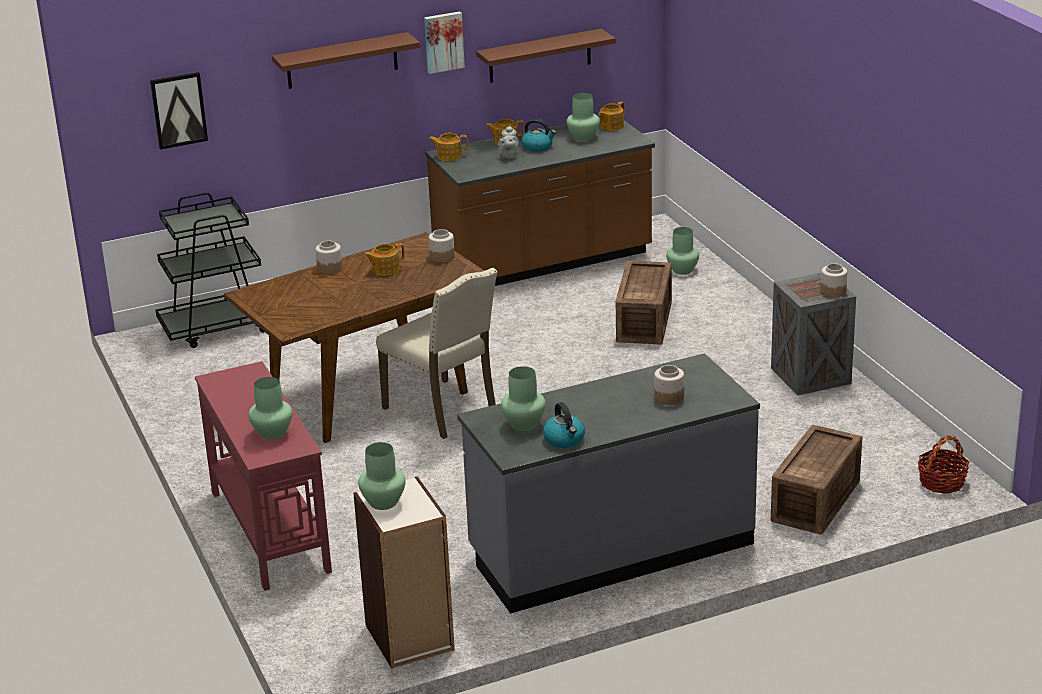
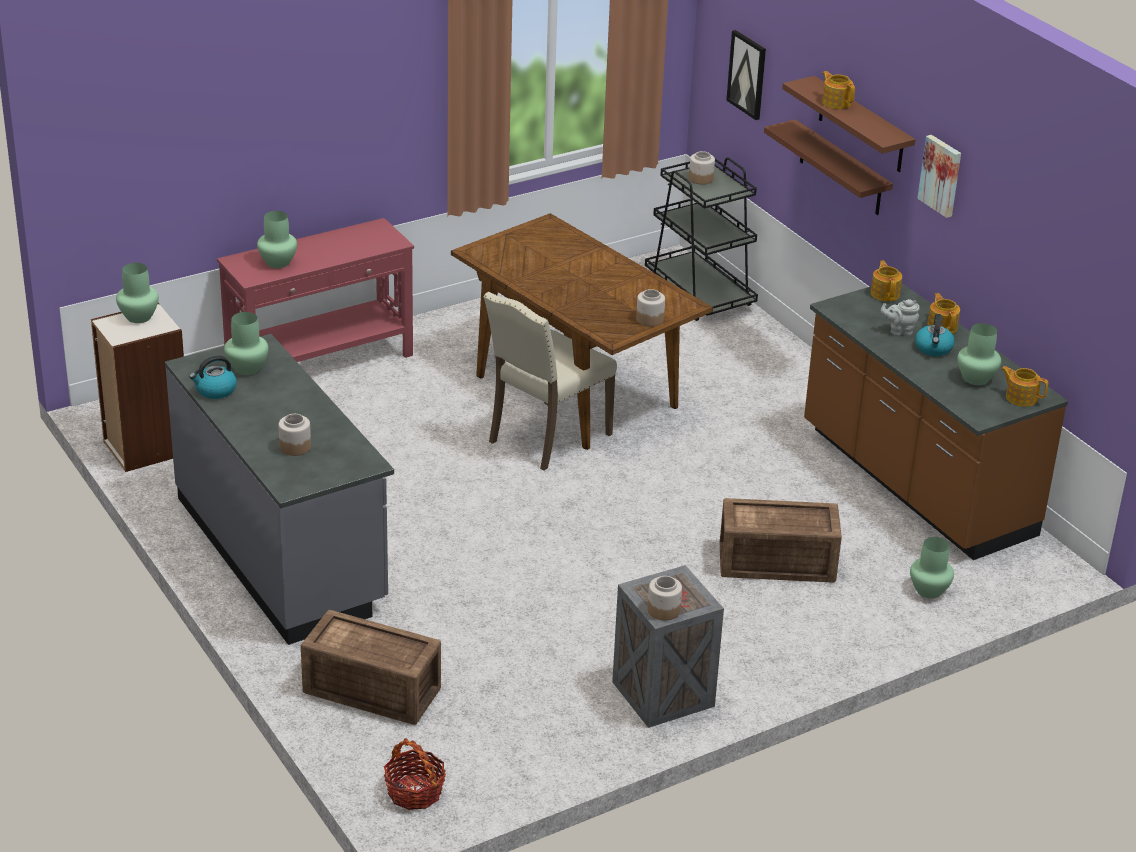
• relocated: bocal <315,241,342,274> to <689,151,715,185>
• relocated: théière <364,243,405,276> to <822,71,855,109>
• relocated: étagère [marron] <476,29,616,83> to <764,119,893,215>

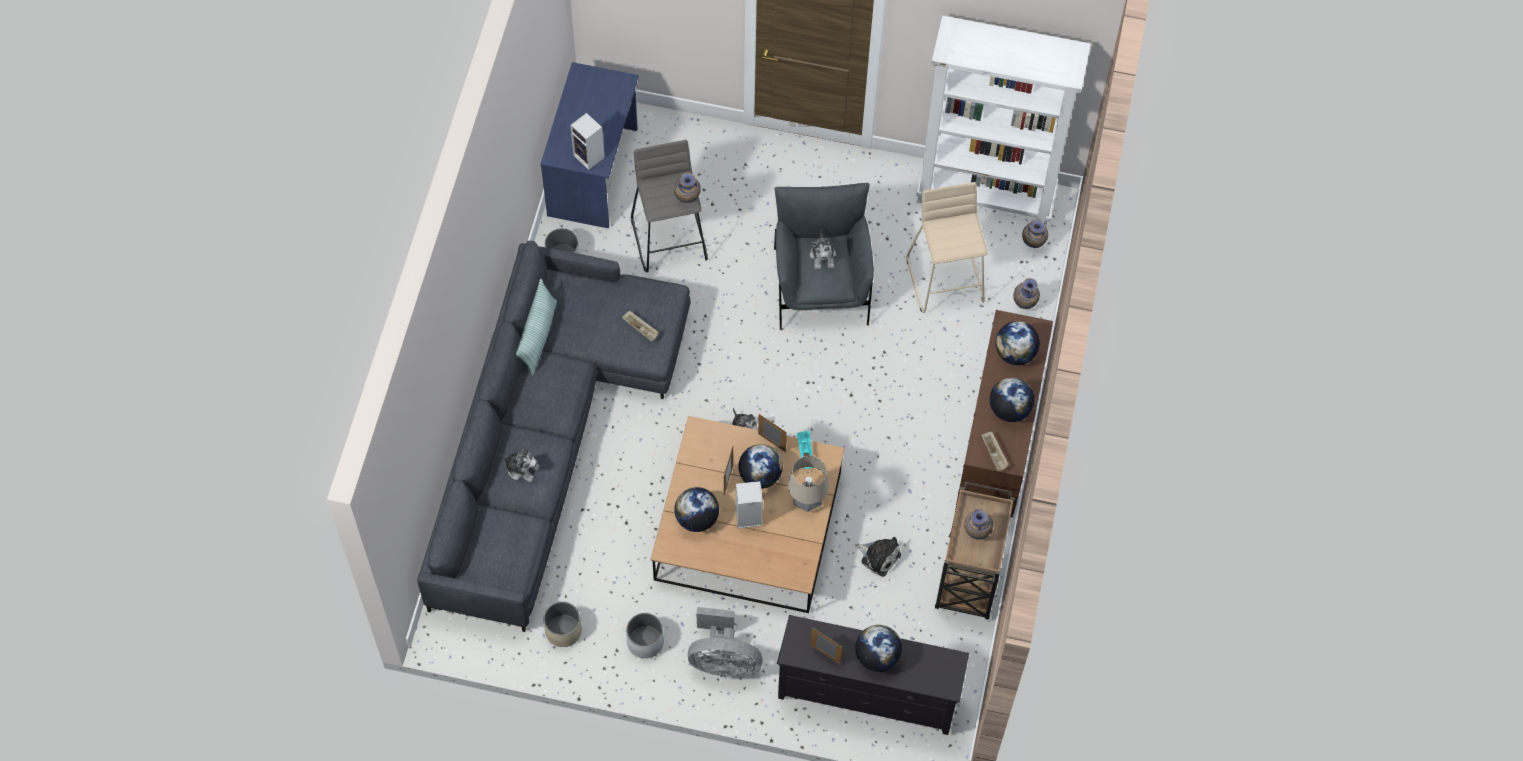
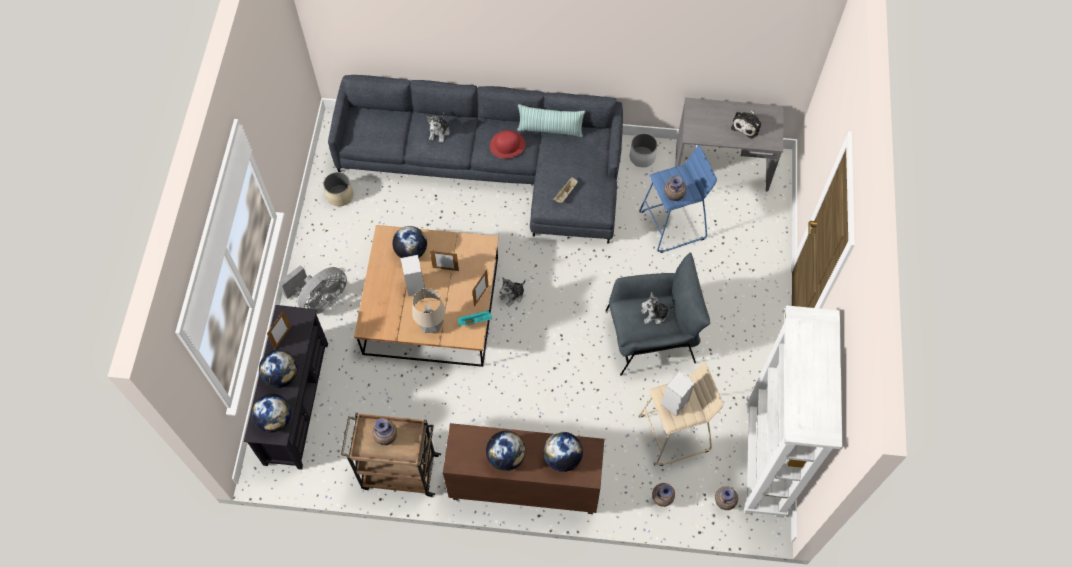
• colour: bureau [bleu] <540,62,639,228> to bureau [gris] <675,97,784,192>
• relocated: enceinte <570,113,605,170> to <661,371,695,416>
• missing: cache-pot [blanc] <626,613,664,658>
• colour: tabouret [gris] <631,140,708,272> to tabouret [bleu] <639,145,717,253>
• spun: ventilateur [gris] <688,607,763,677> = <279,265,347,314> 135 degrees counterclockwise
• relocated: globe <738,444,783,489> to <252,394,291,432>
• relocated: peluche <855,537,901,577> to <731,110,761,138>
• missing: plateau [beige] <982,431,1009,471>
• appeared: chapeau [rouge] <490,130,525,159>

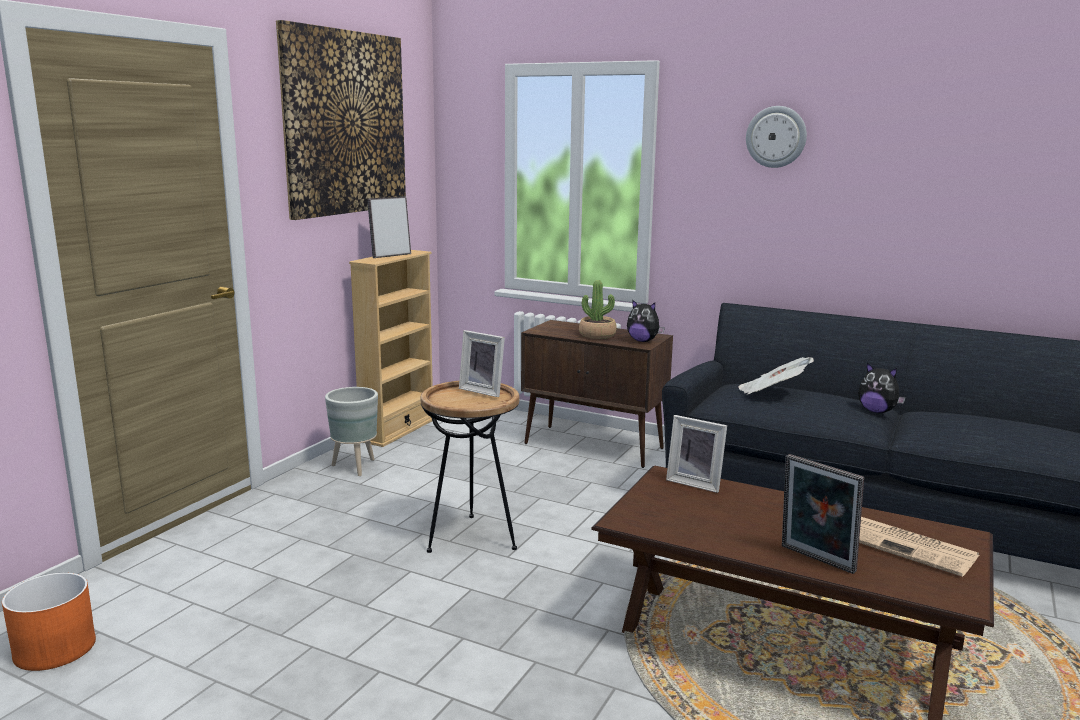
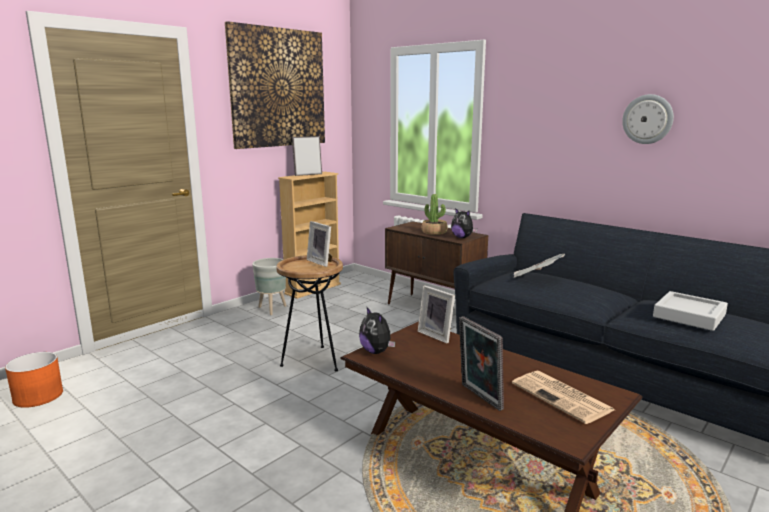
• relocated: horloge murale <746,106,807,168> to <622,94,674,144>
• relocated: peluche <858,363,906,413> to <359,306,395,354>
• appeared: plateau [gris] <653,291,728,331>

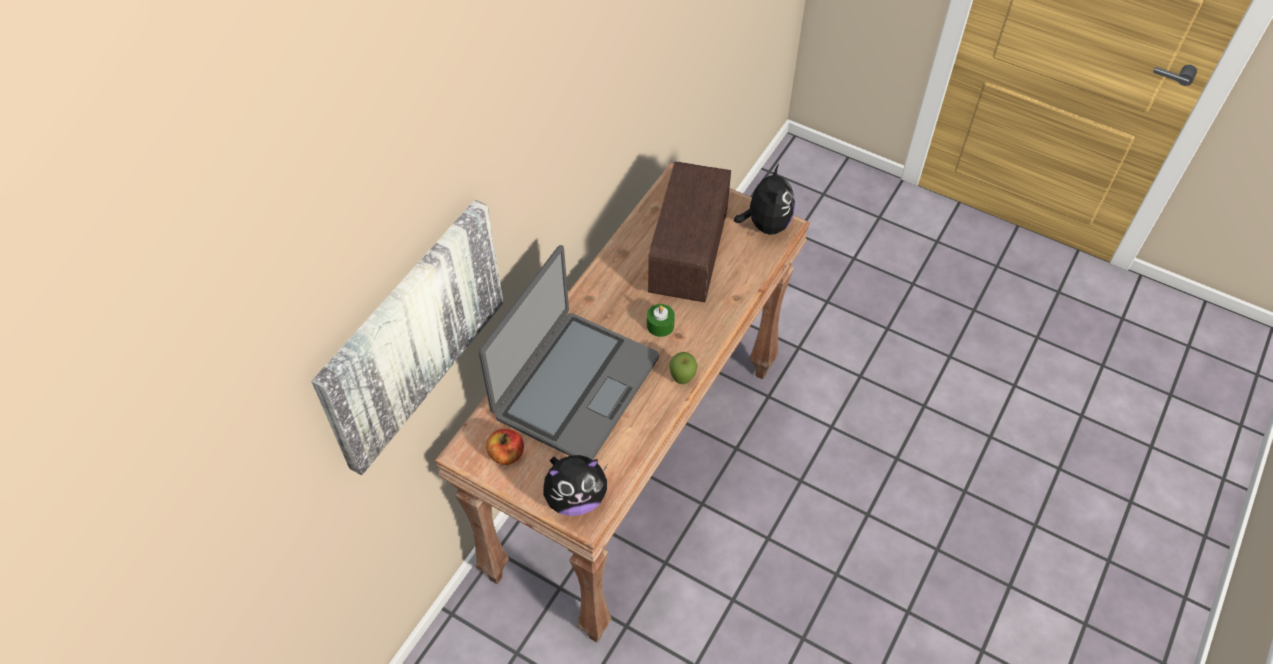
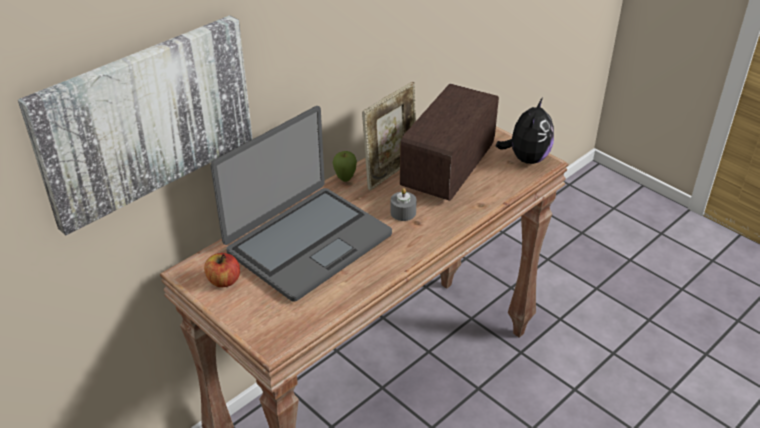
• missing: peluche <543,455,607,516>
• colour: bougie [vert] <647,304,675,337> to bougie [gris] <390,188,417,221>
• relocated: pomme <669,352,698,384> to <333,151,357,182>
• appeared: cadre photo <362,82,416,190>

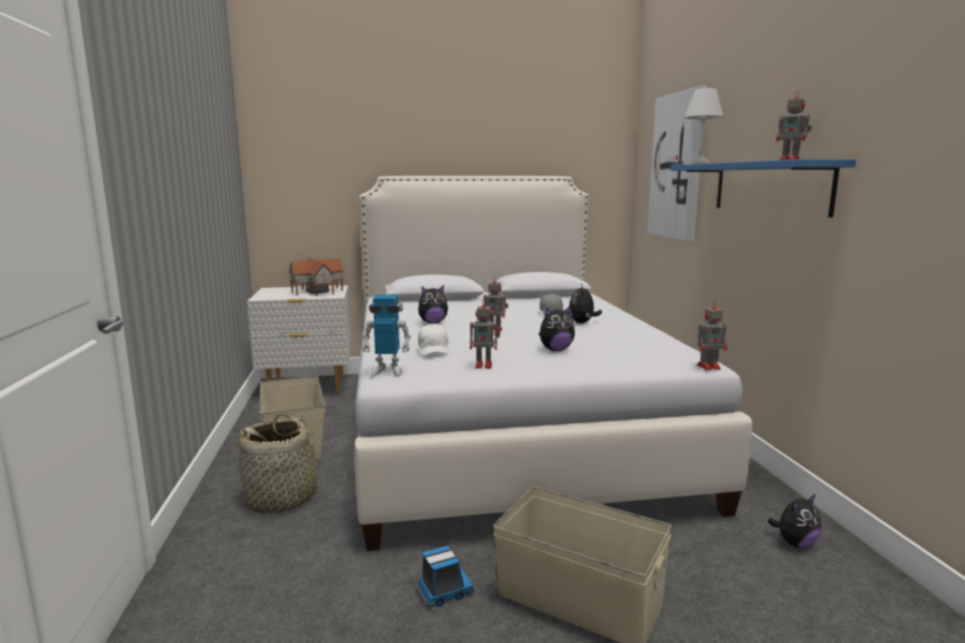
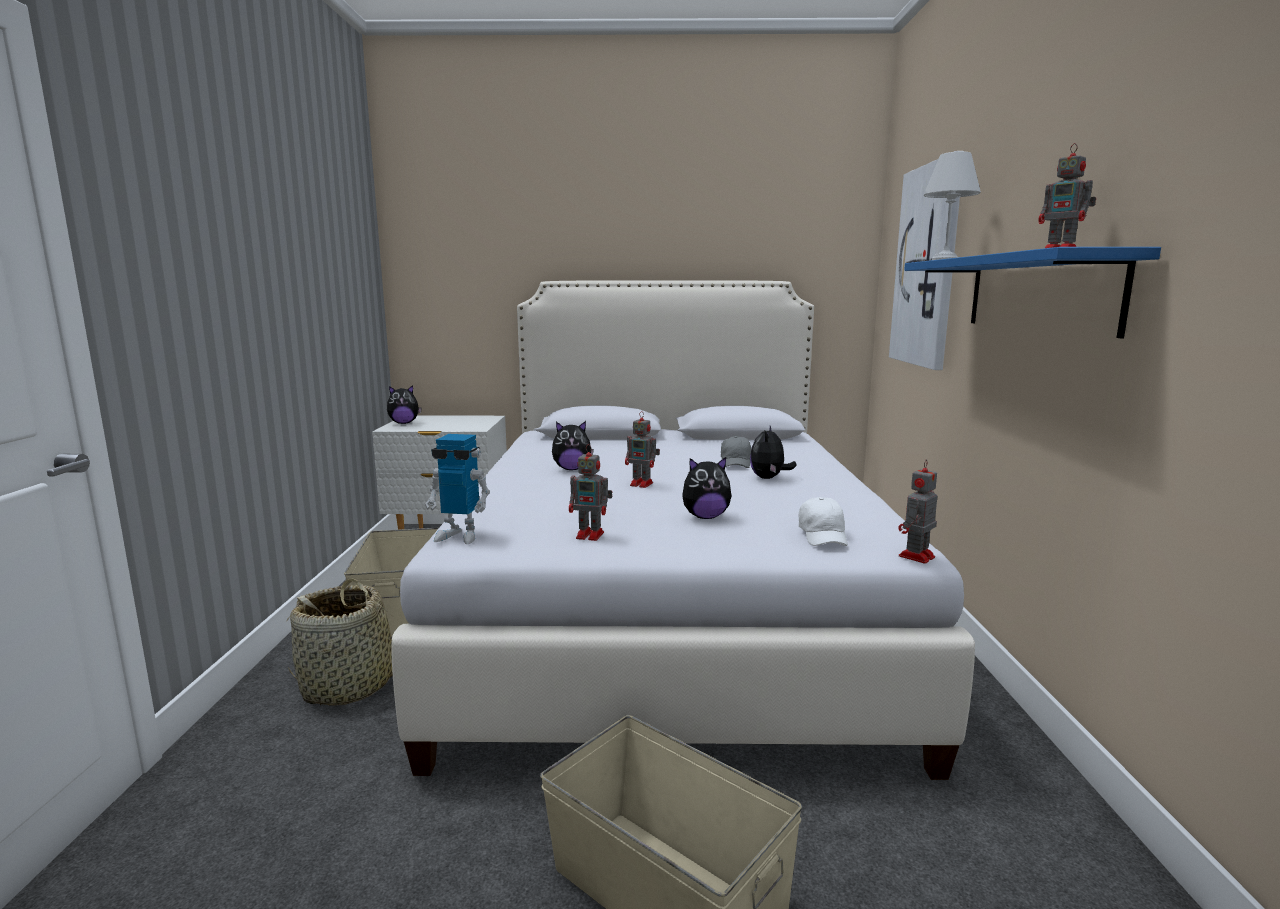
• missing: maison miniature <288,257,344,296>
• missing: camion jouet <416,546,475,607>
• relocated: casquette [blanc] <418,324,449,356> to <799,497,848,546>
• spun: robot jouet <697,300,728,370> = <898,459,937,564> 135 degrees clockwise
• relocated: peluche <768,495,821,548> to <387,385,422,424>

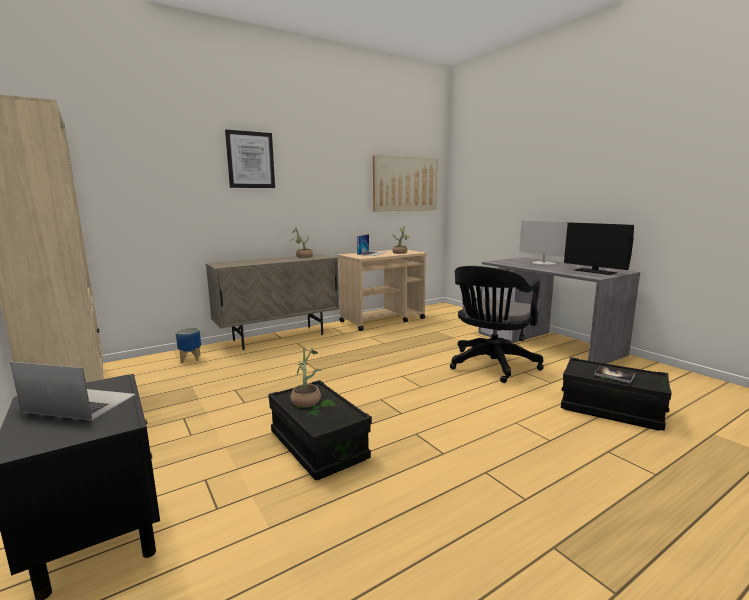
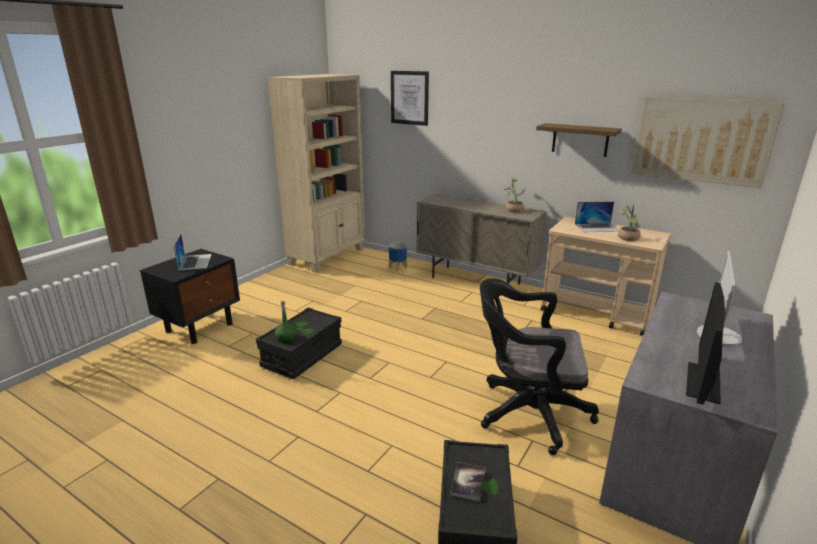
• relocated: tableau <225,130,275,188> to <391,71,429,126>
• missing: plante en pot <290,347,322,407>
• appeared: bouteille [vert] <275,301,297,342>
• appeared: étagère <536,123,622,157>

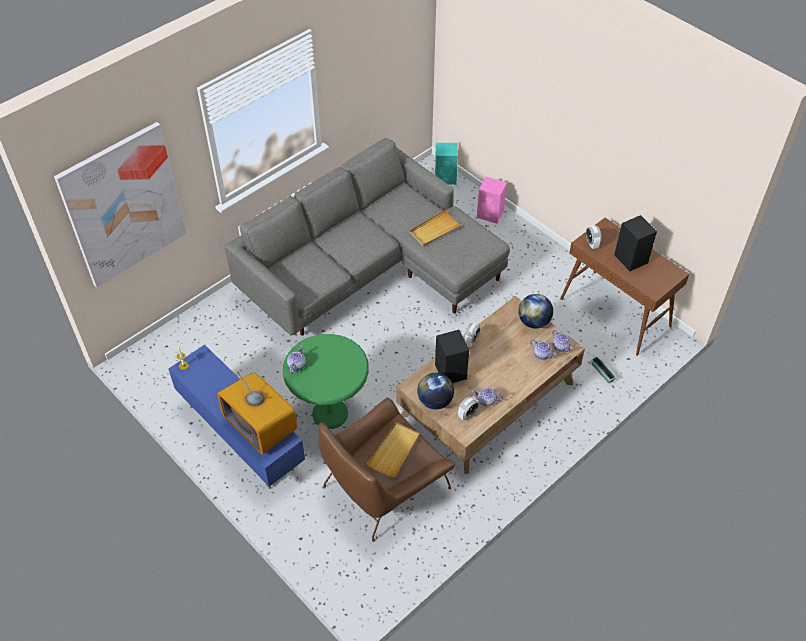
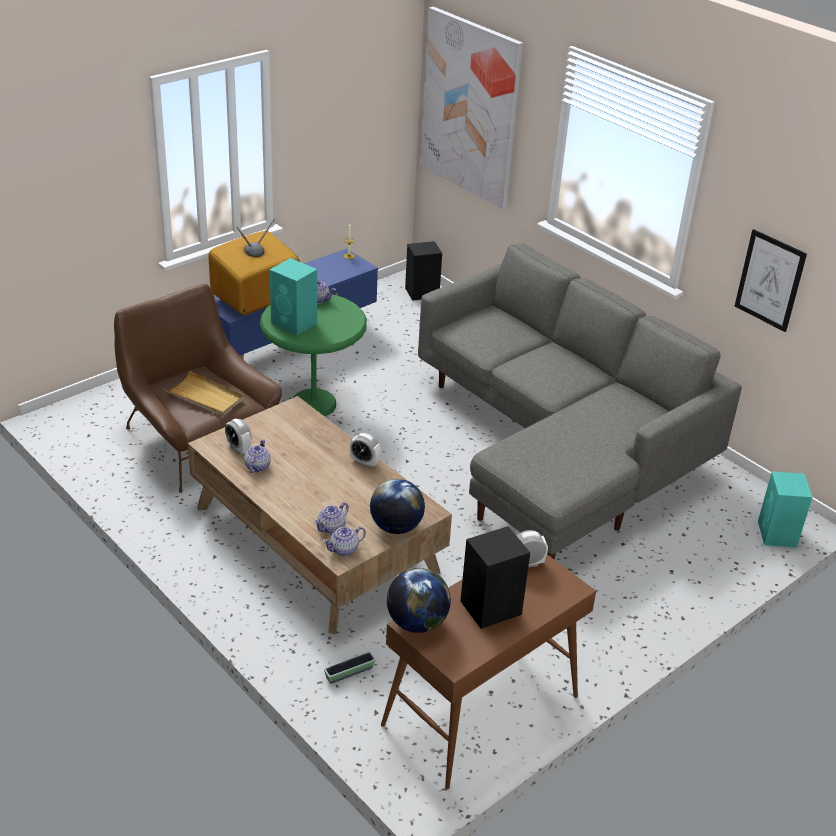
• missing: plateau [beige] <409,209,463,247>
• relocated: globe <417,373,454,409> to <387,568,451,633>
• relocated: enceinte [noir] <435,330,469,383> to <405,241,442,301>
• missing: enceinte [rose] <477,177,507,224>
• appeared: enceinte [turquoise] <270,258,317,335>
• appeared: tableau <735,229,807,332>

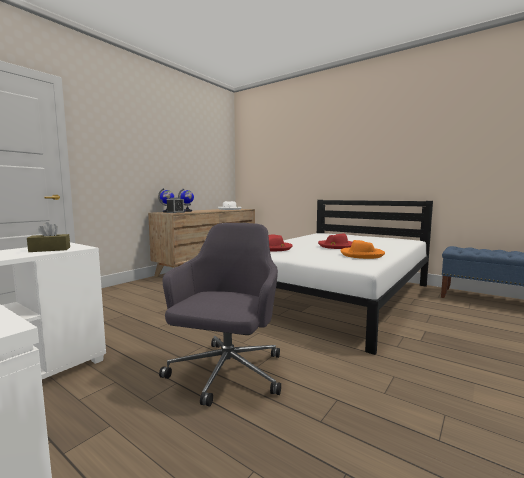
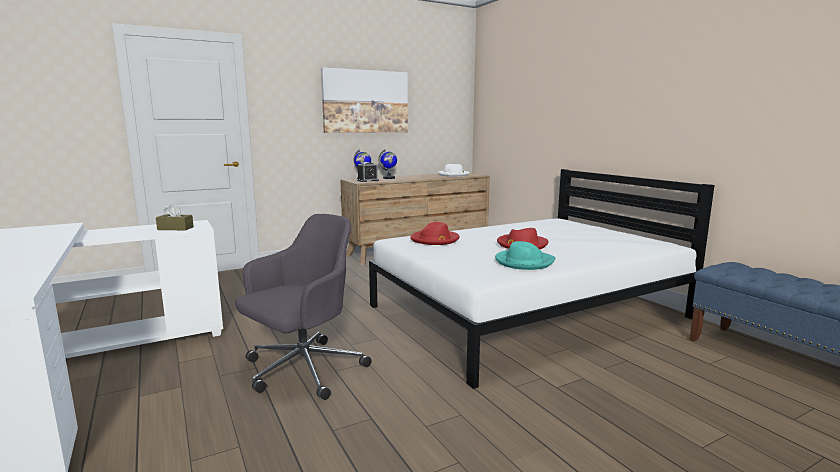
• colour: chapeau [orange] <340,240,385,259> to chapeau [turquoise] <495,241,555,270>
• appeared: tableau <321,67,408,133>

